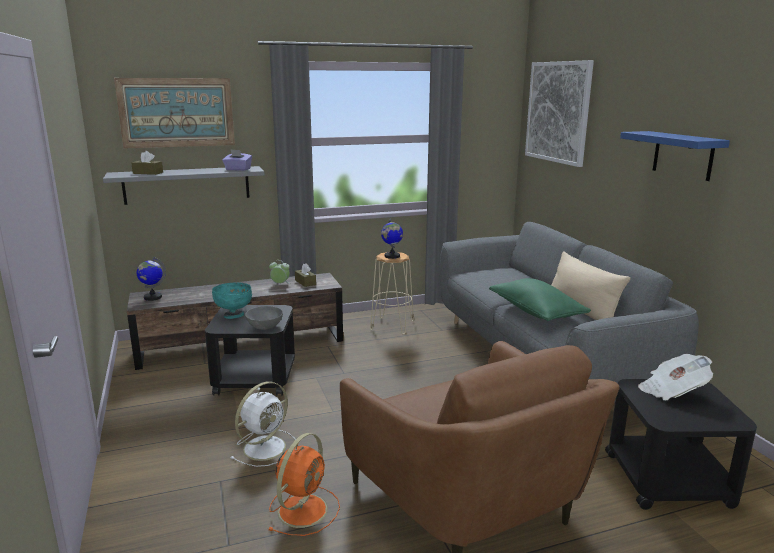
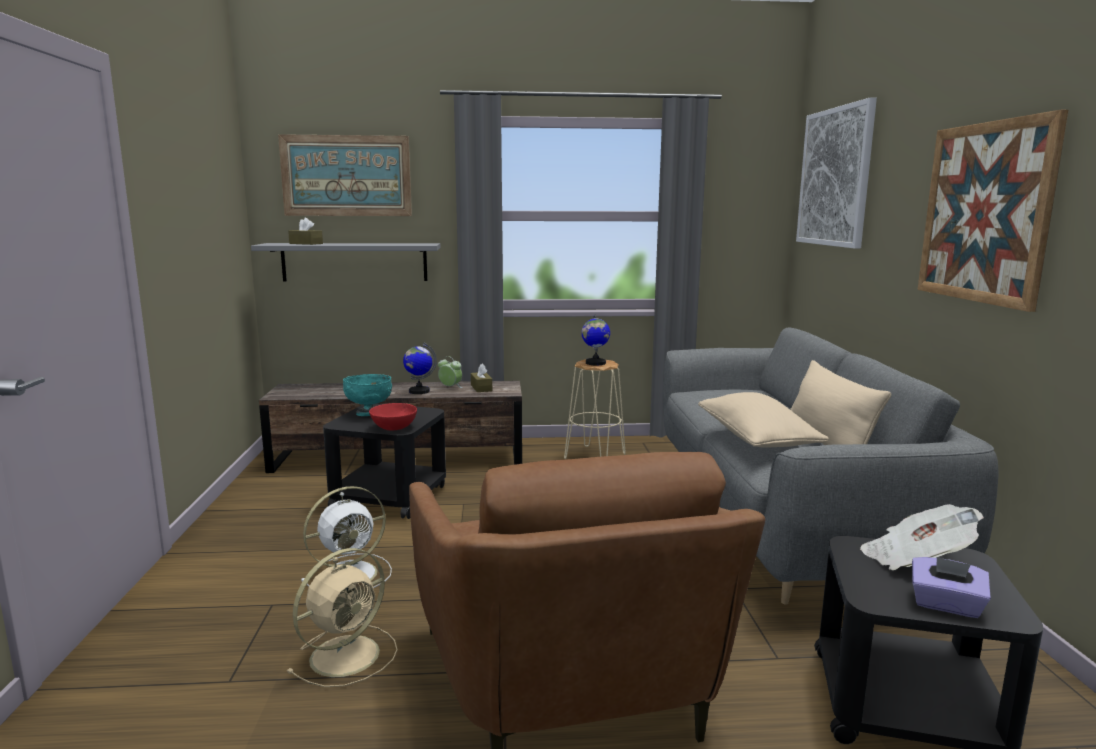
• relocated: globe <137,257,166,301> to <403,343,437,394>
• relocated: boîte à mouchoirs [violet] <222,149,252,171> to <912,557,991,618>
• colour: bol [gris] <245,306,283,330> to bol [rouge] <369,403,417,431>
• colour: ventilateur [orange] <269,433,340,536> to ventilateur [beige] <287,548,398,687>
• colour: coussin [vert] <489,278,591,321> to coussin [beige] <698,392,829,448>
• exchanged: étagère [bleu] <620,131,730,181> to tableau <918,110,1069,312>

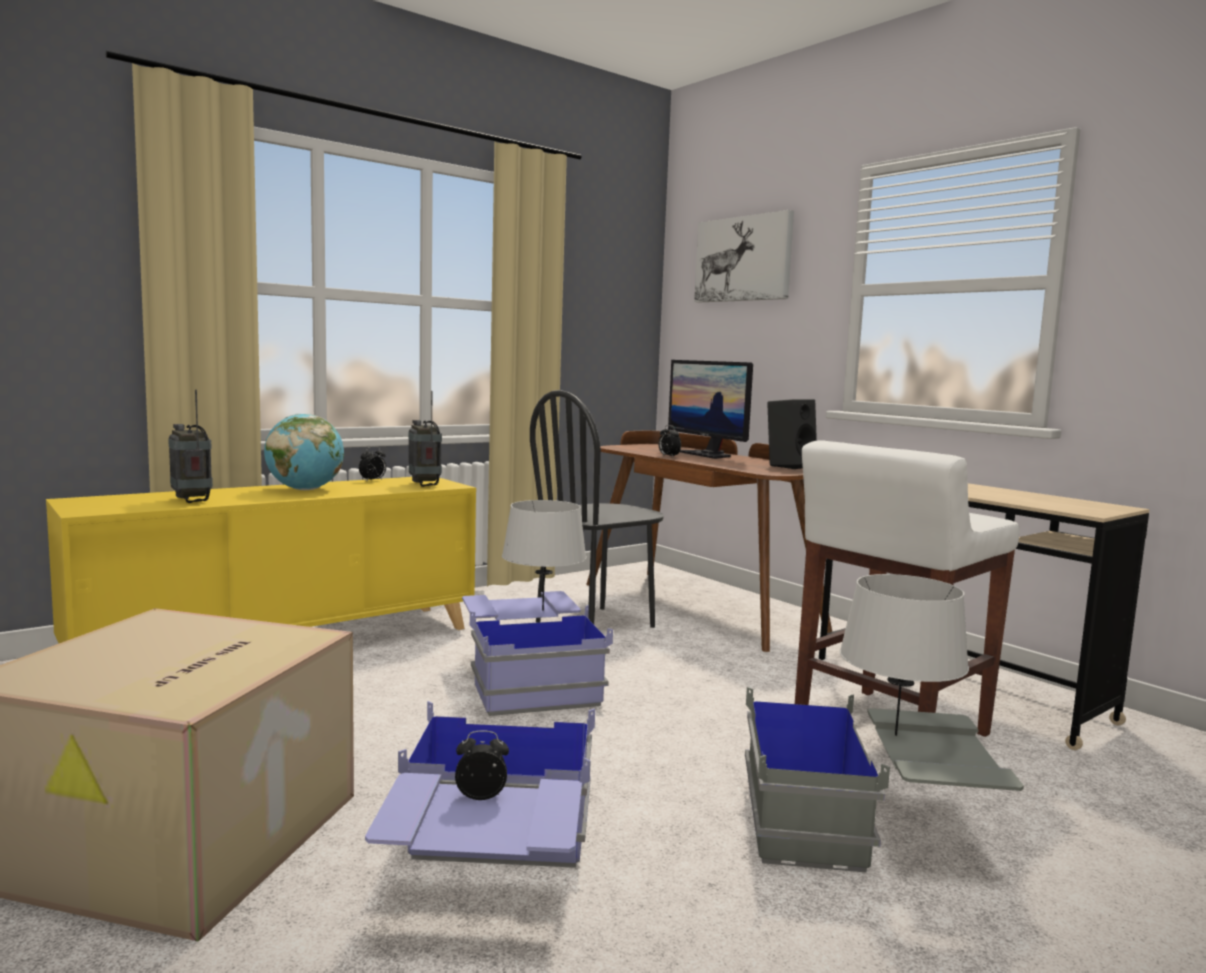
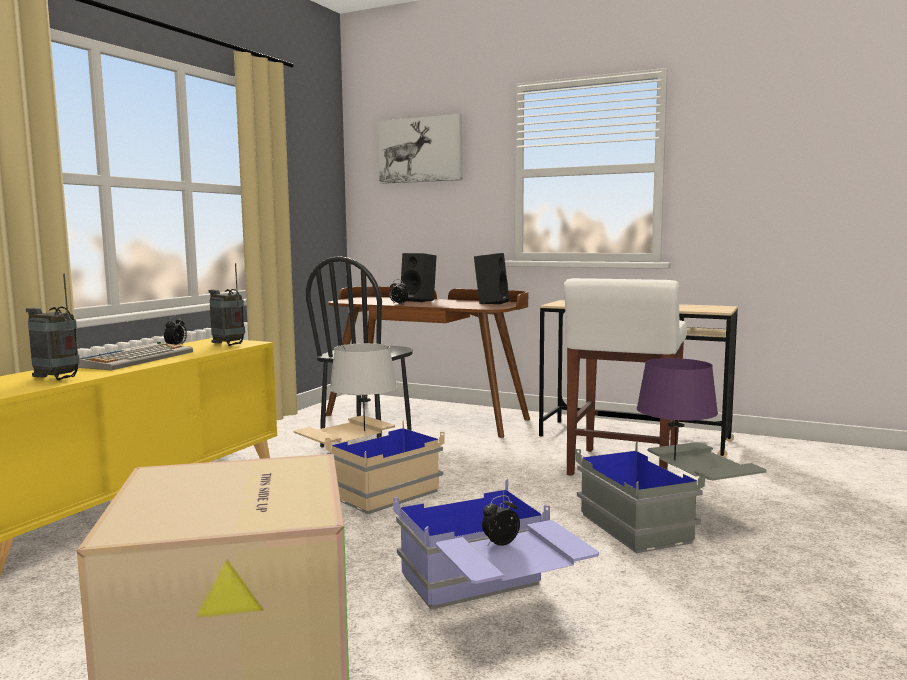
• exchanged: globe <264,414,344,490> to clavier <78,342,193,370>
• colour: boîte de rangement [bleu] <462,591,613,716> to boîte de rangement [beige] <294,416,445,514>
• exchanged: écran d'ordinateur <668,360,753,459> to enceinte [noir] <401,253,436,302>
• colour: lampe de table [gris] <840,574,969,736> to lampe de table [violet] <636,358,718,460>

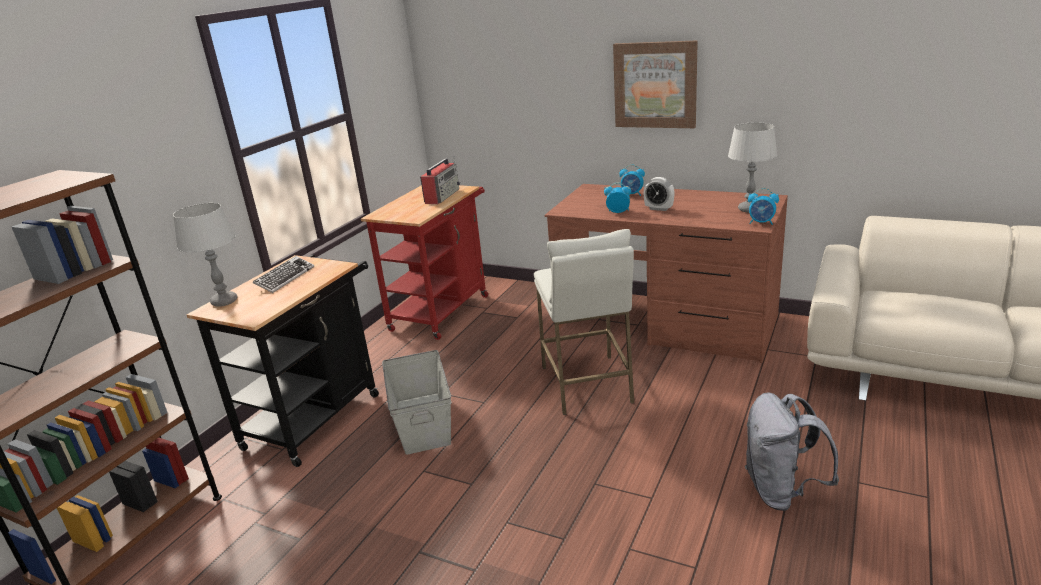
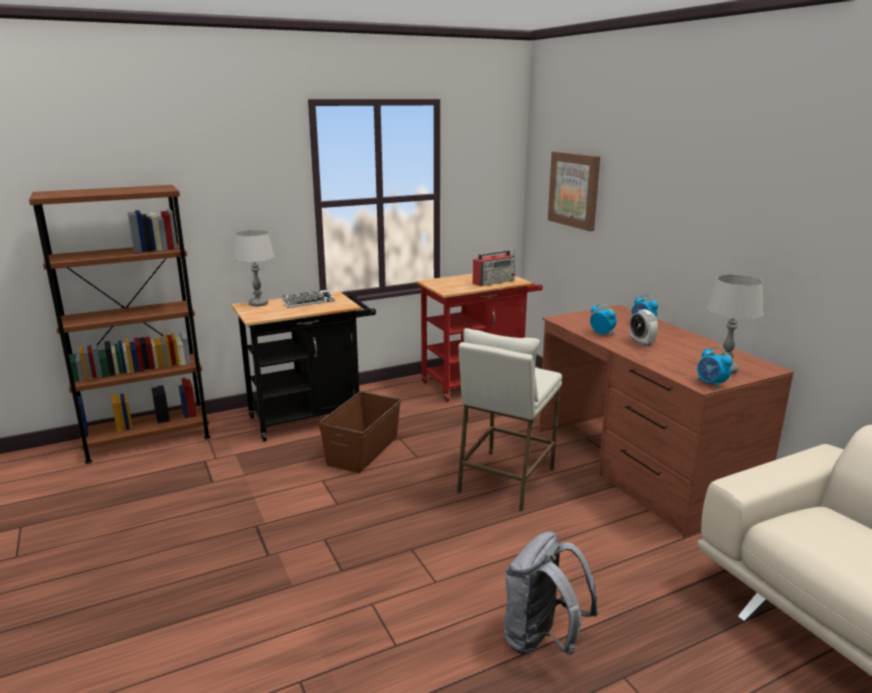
• colour: boîte de rangement [gris] <382,350,451,455> to boîte de rangement [marron] <319,391,401,473>
• relocated: tableau <613,40,698,128> to <548,151,600,231>

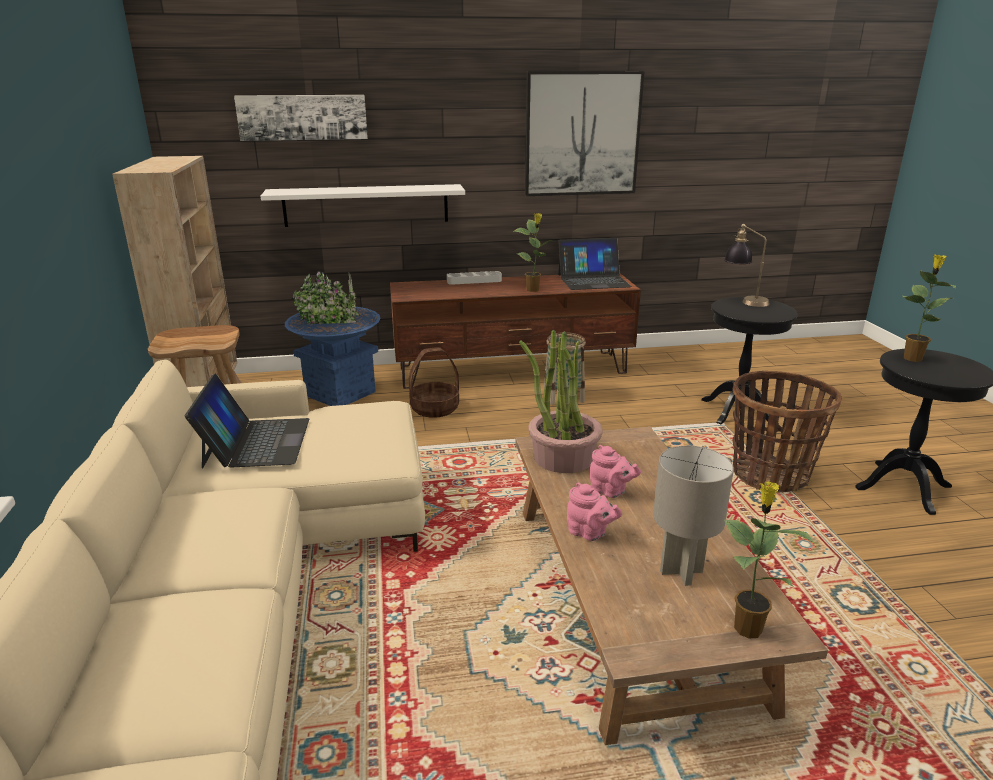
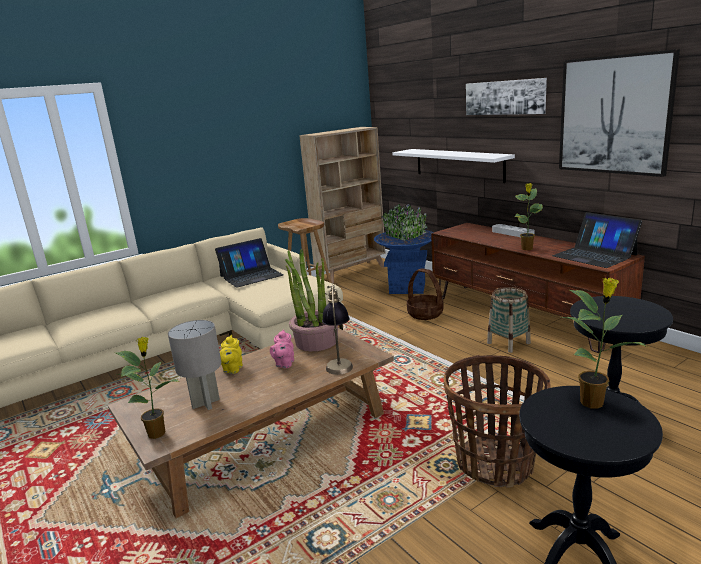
• relocated: tableau <234,95,368,141> to <466,78,547,115>
• colour: théière [rose] <567,482,622,541> to théière [jaune] <220,335,243,374>
• relocated: lampe de table <724,224,770,307> to <322,285,353,375>

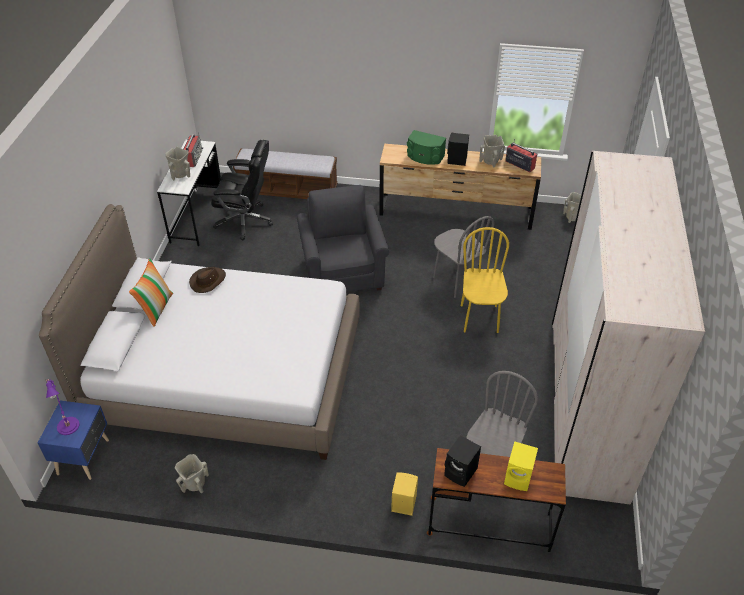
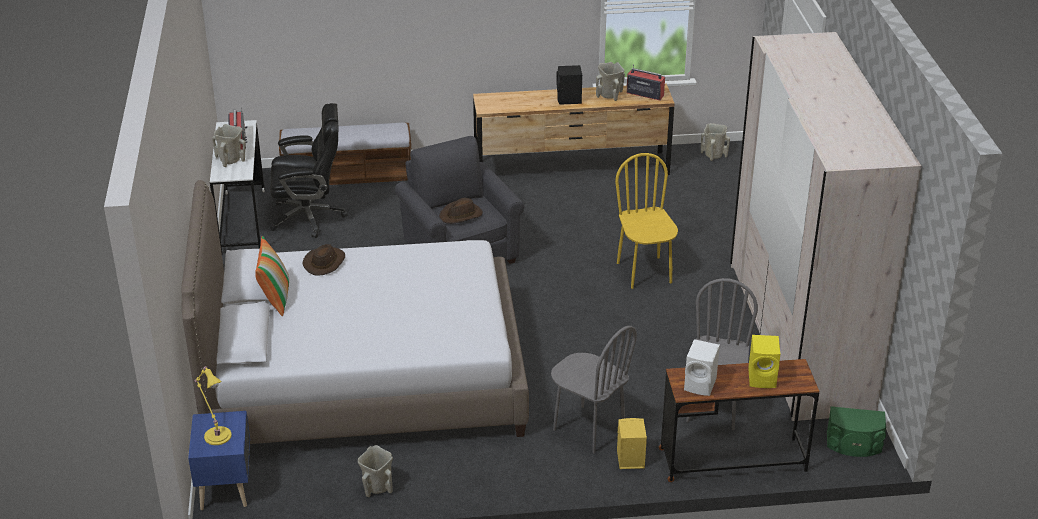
• colour: lampe de table [violet] <46,379,80,435> to lampe de table [jaune] <194,366,232,445>
• relocated: enceinte [vert] <407,130,446,165> to <827,406,886,457>
• relocated: chaise [gris] <433,216,495,298> to <551,326,637,454>
• colour: enceinte [noir] <444,435,481,487> to enceinte [blanc] <684,339,720,396>
• appeared: chapeau [marron] <439,198,483,224>

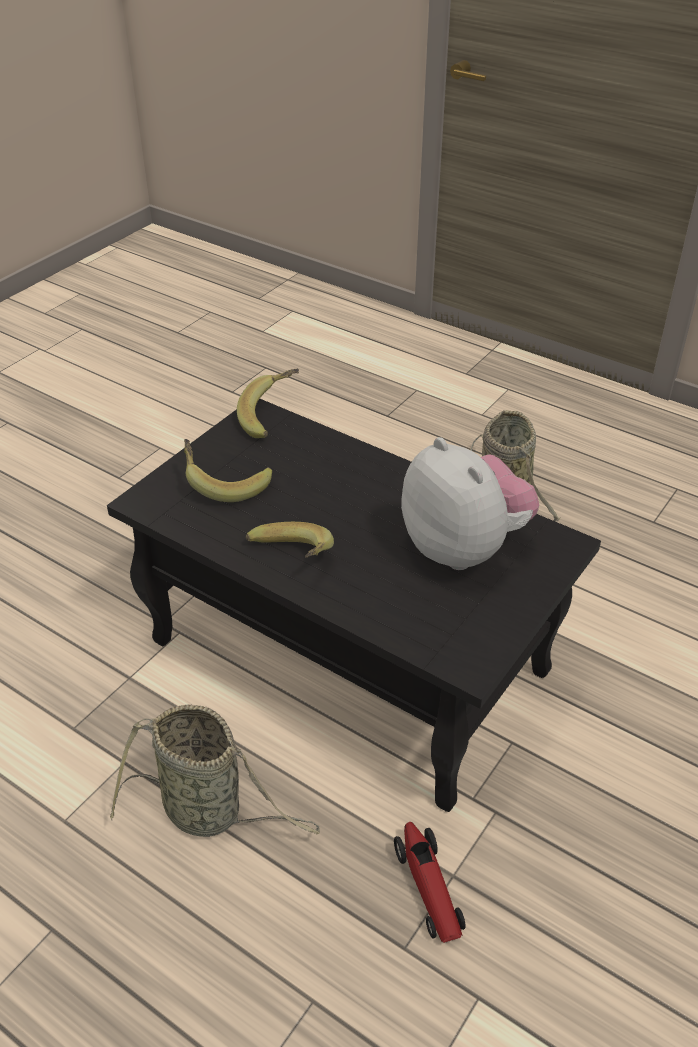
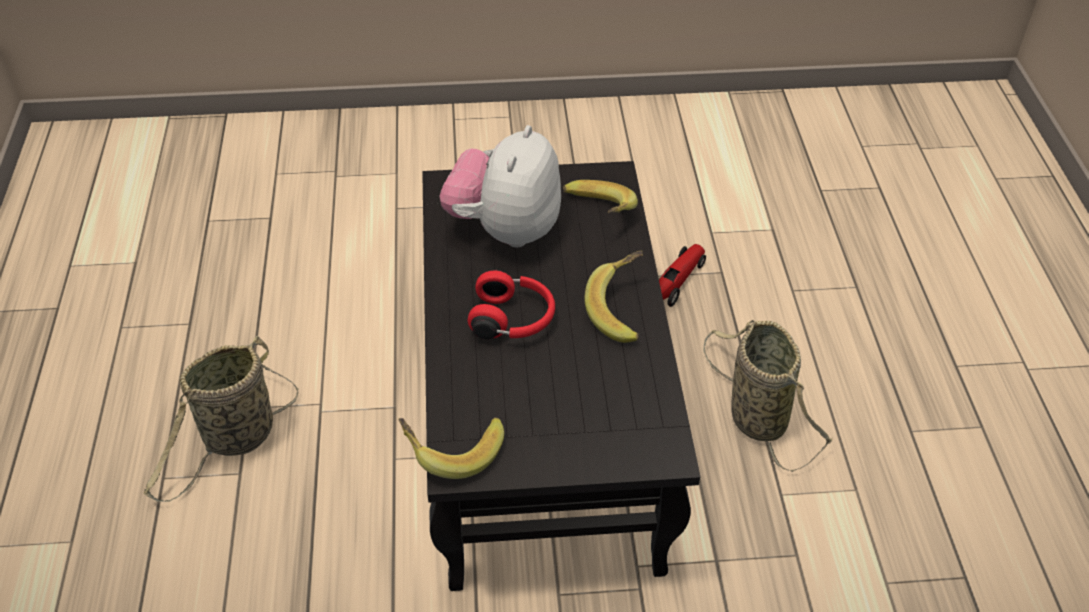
• relocated: banane <184,439,272,502> to <563,180,638,213>
• appeared: casque audio [rouge] <468,270,555,339>

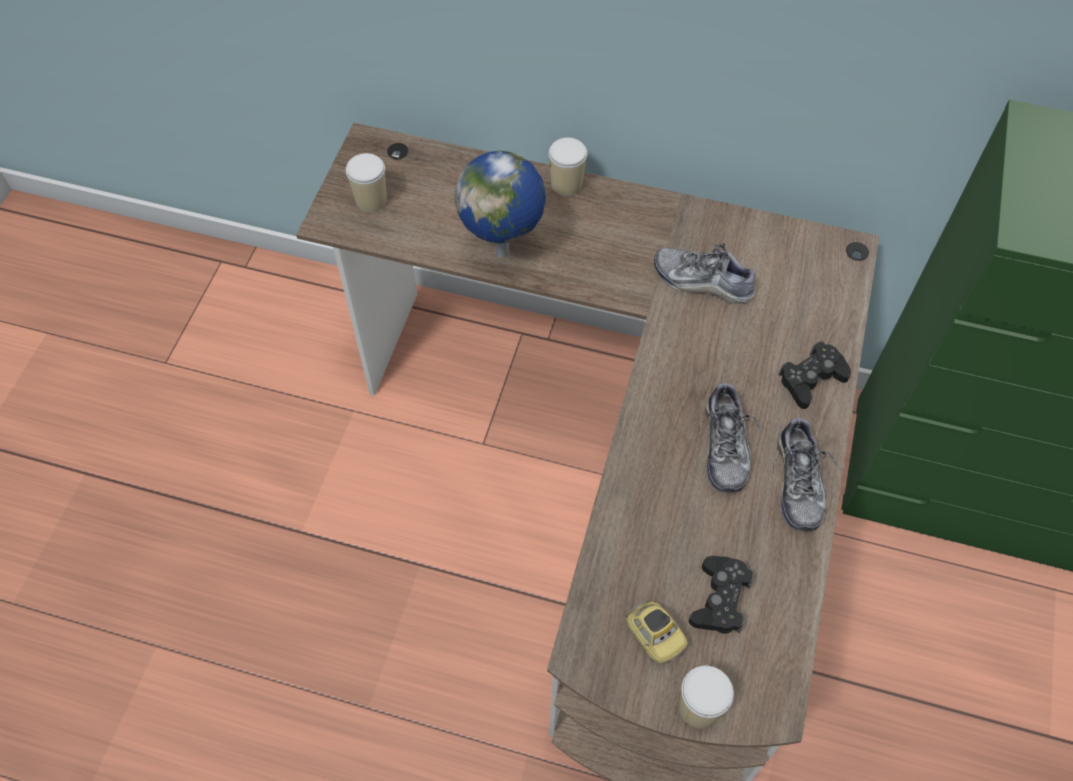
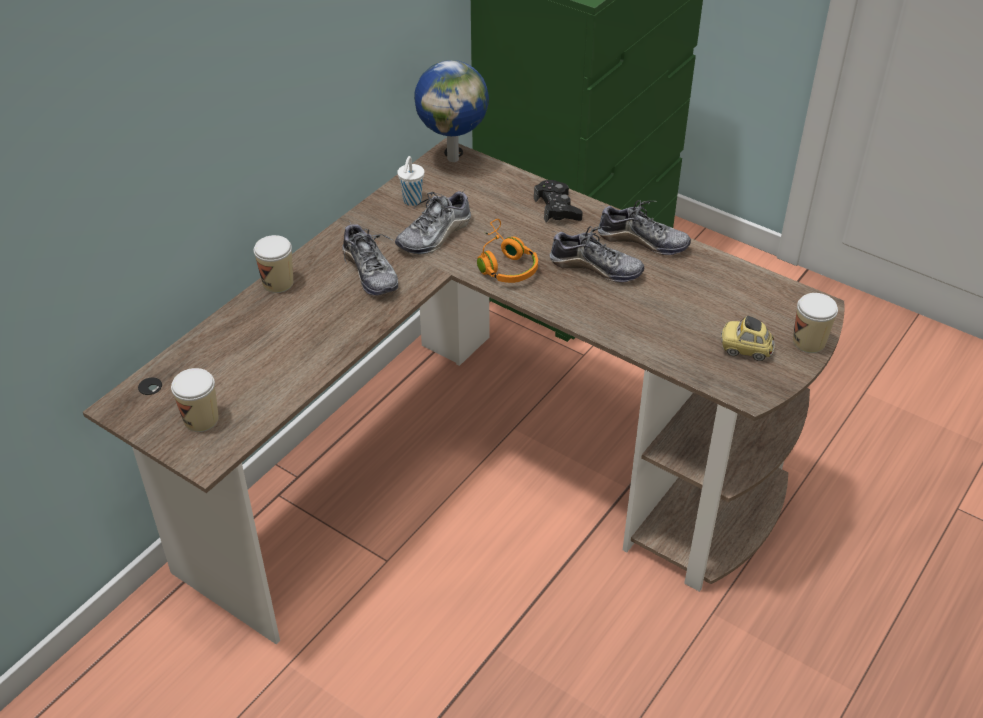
• relocated: globe <455,151,546,258> to <414,60,489,162>
• spun: petite voiture <625,600,688,665> = <721,316,775,361> 150 degrees counterclockwise
• missing: manette [noir] <689,556,754,634>
• appeared: chaussure <342,221,398,296>
• appeared: tasse [blanc] <397,156,424,206>
• appeared: casque audio [orange] <477,219,538,283>

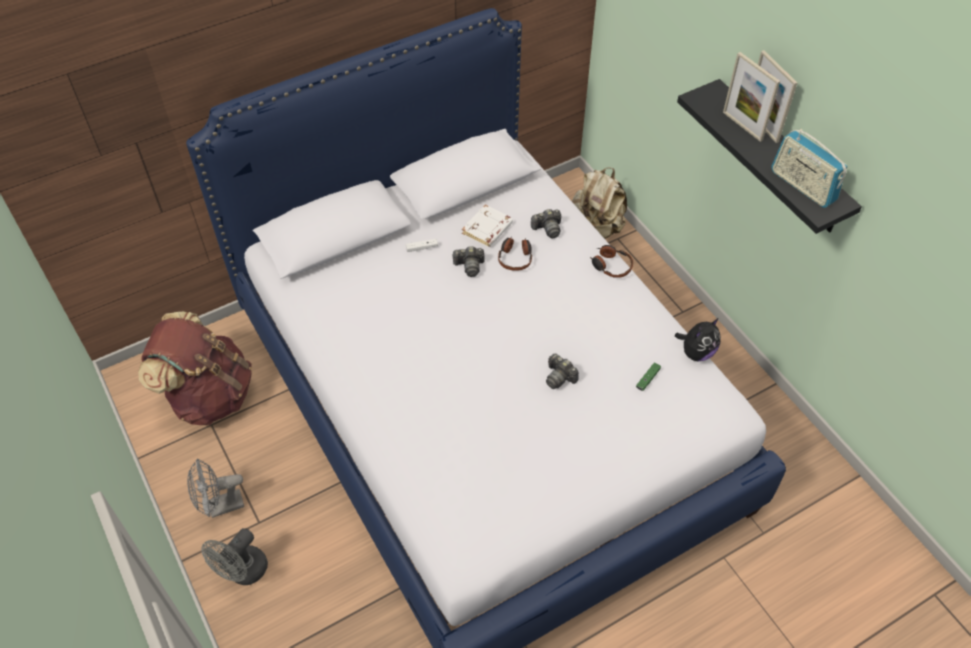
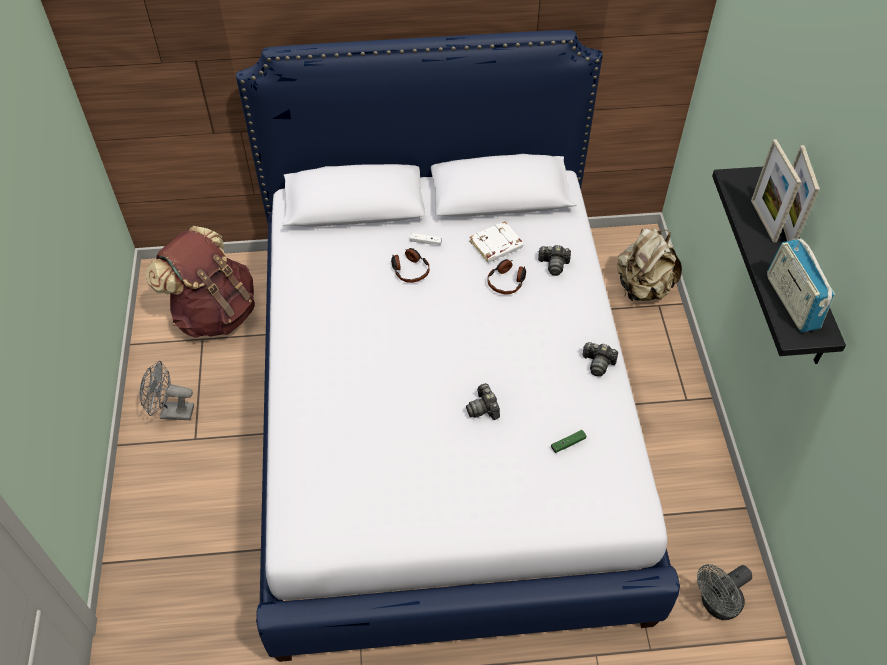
• relocated: ventilateur [gris] <201,528,268,585> to <697,564,752,620>
• relocated: appareil photo <452,246,485,277> to <583,342,618,377>
• relocated: casque audio <590,245,633,278> to <391,248,429,283>
• missing: peluche <675,318,721,362>

